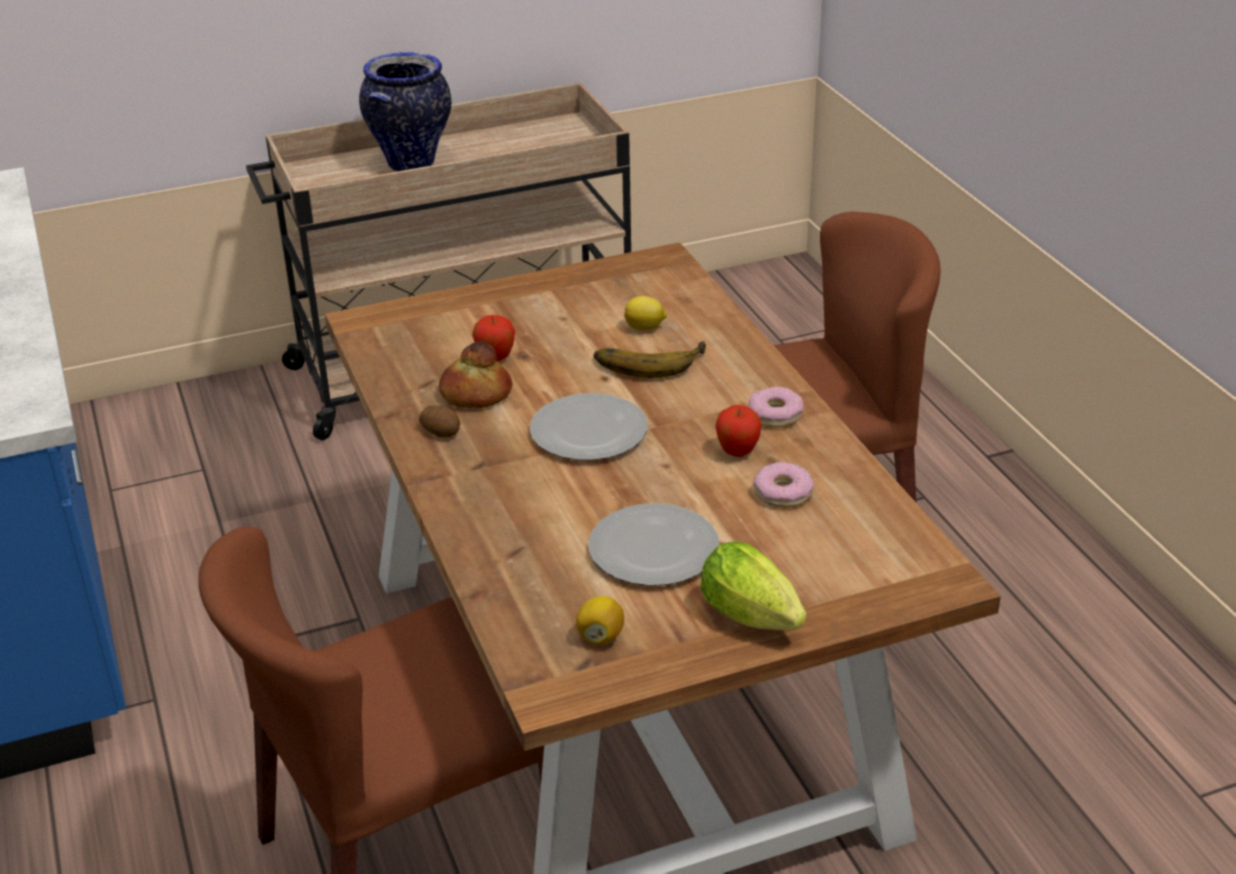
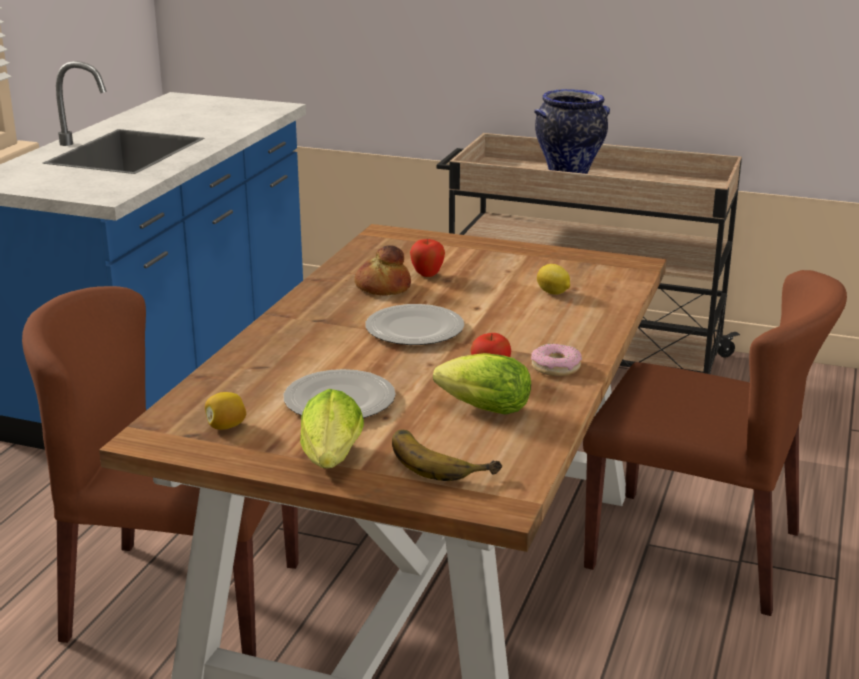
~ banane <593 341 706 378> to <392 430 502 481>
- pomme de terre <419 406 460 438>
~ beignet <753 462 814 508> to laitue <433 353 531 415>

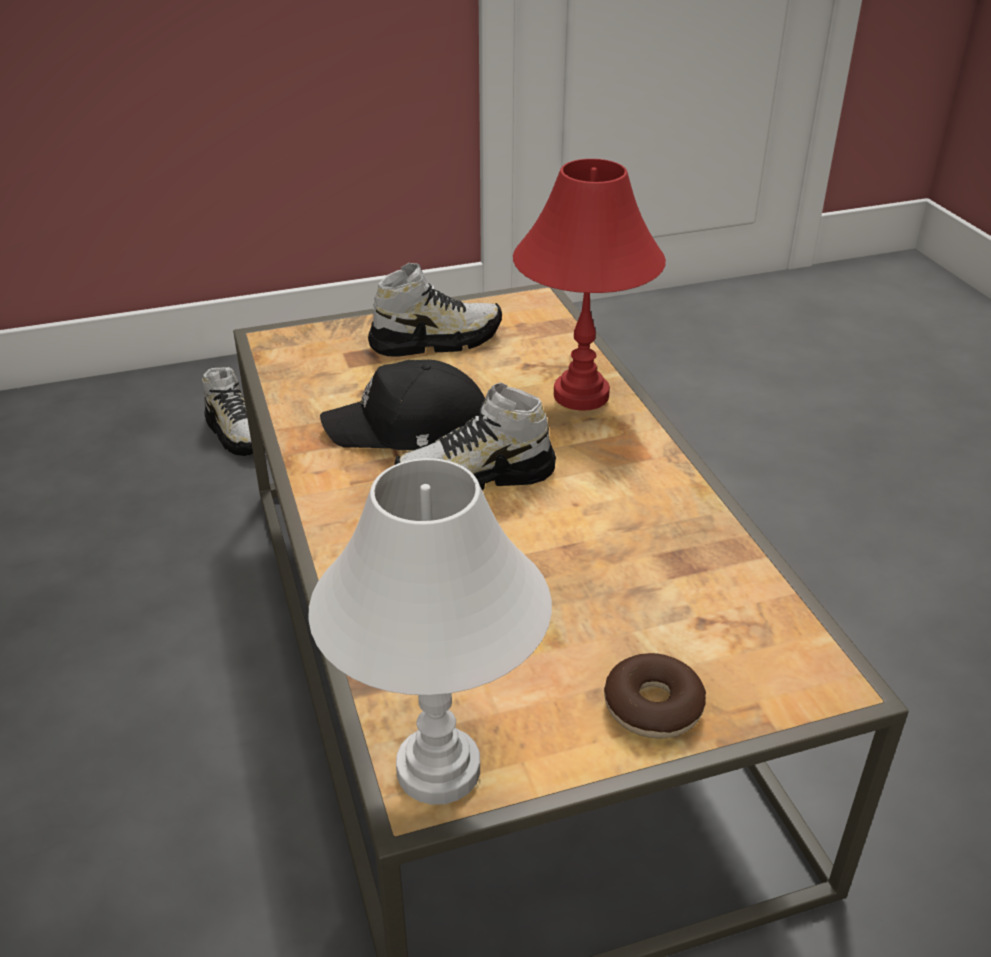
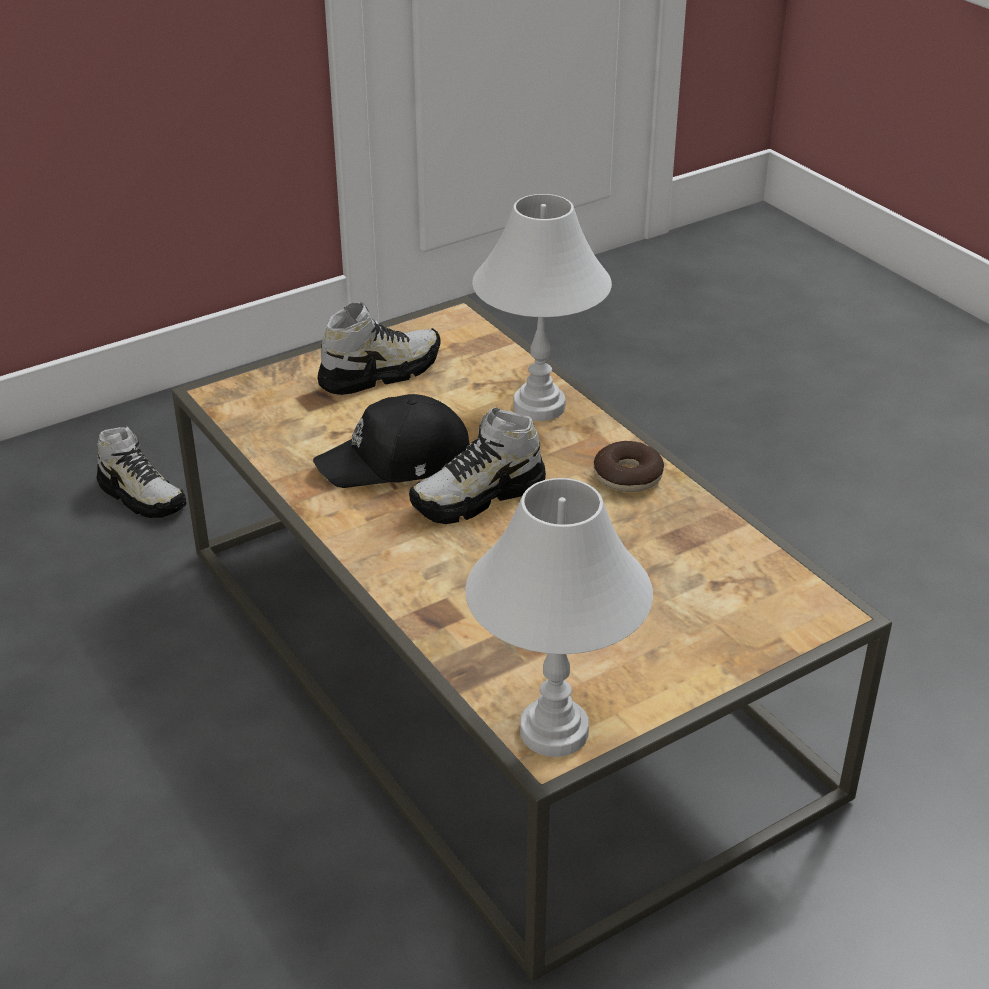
~ lampe de table/rouge <513 159 666 411> to lampe de table/blanc <472 194 612 421>
~ beignet <604 653 706 739> to <594 441 664 492>

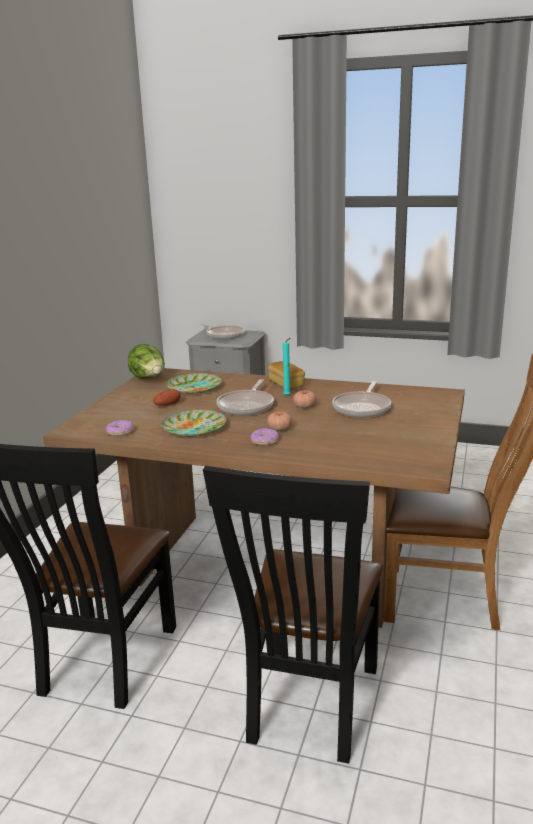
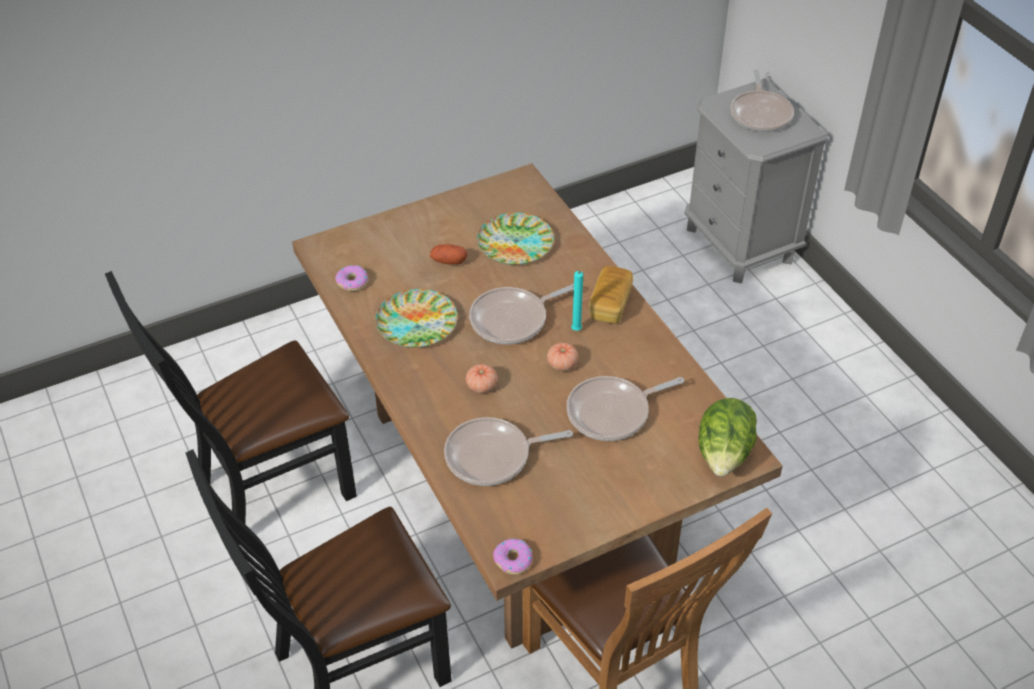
~ laitue <128 344 165 379> to <698 398 757 476>
~ beignet <251 428 279 445> to <493 539 533 575>
+ poêle <444 417 573 486>

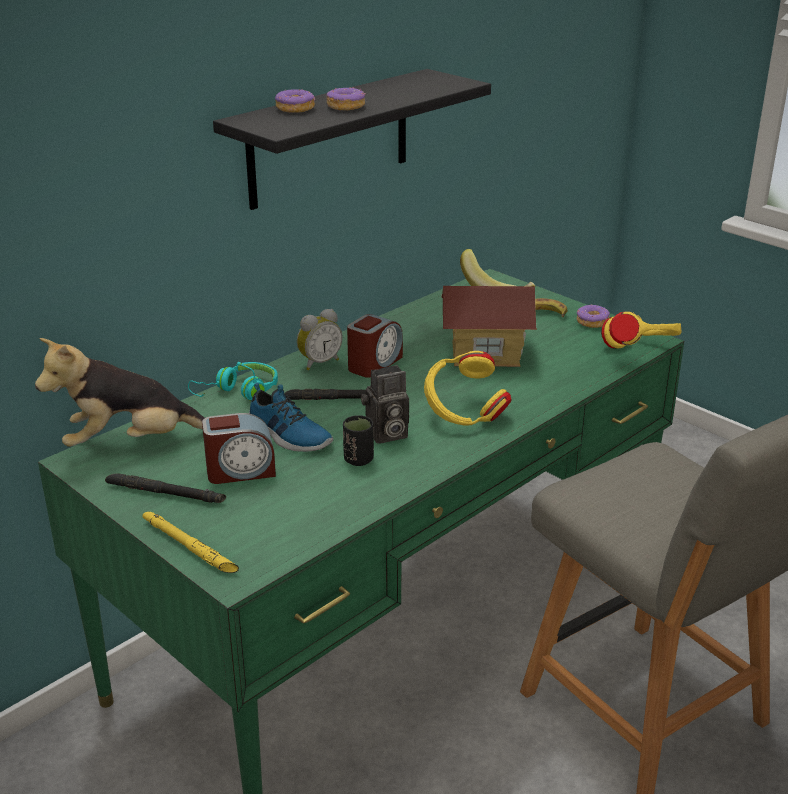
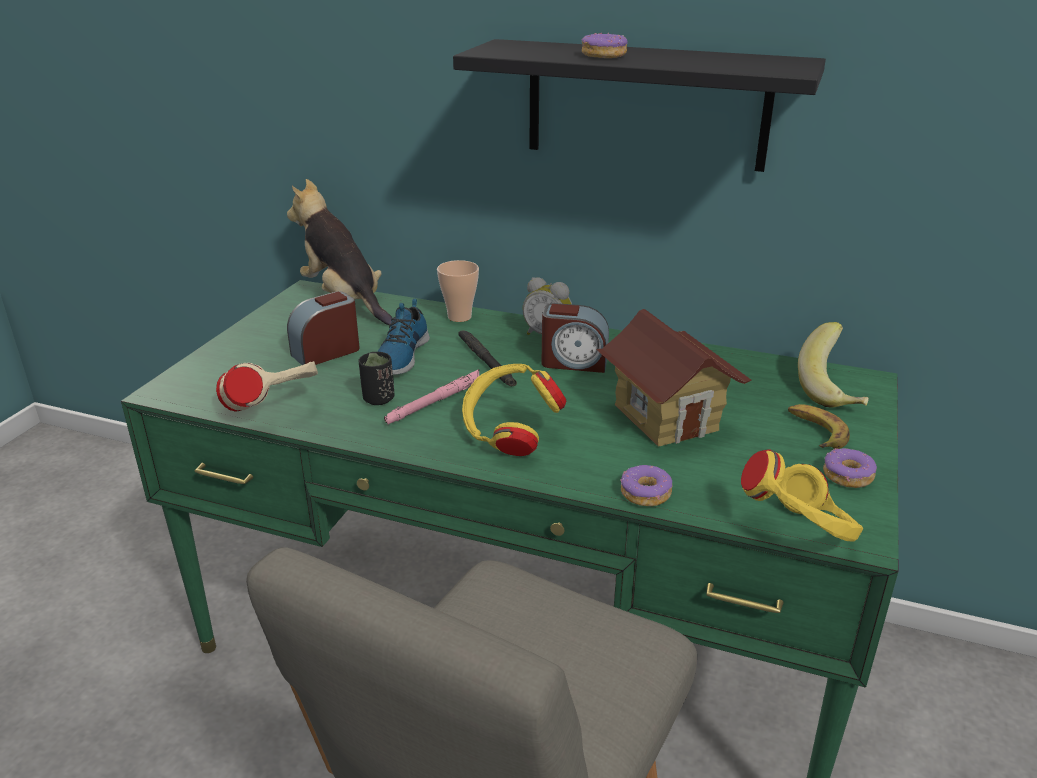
~ beignet <275 89 315 113> to <621 465 672 506>
~ casque audio/turquoise <188 362 278 401> to tasse <437 260 479 322>
~ appareil photo <361 365 409 444> to lampe de poche/rose <384 369 479 424>
~ réveil <202 413 276 484> = <287 291 360 365> 90 degrees clockwise
- lampe de poche/noir <105 473 226 503>
- lampe de poche/jaune <142 512 239 573>
+ casque audio/beige <216 361 318 412>

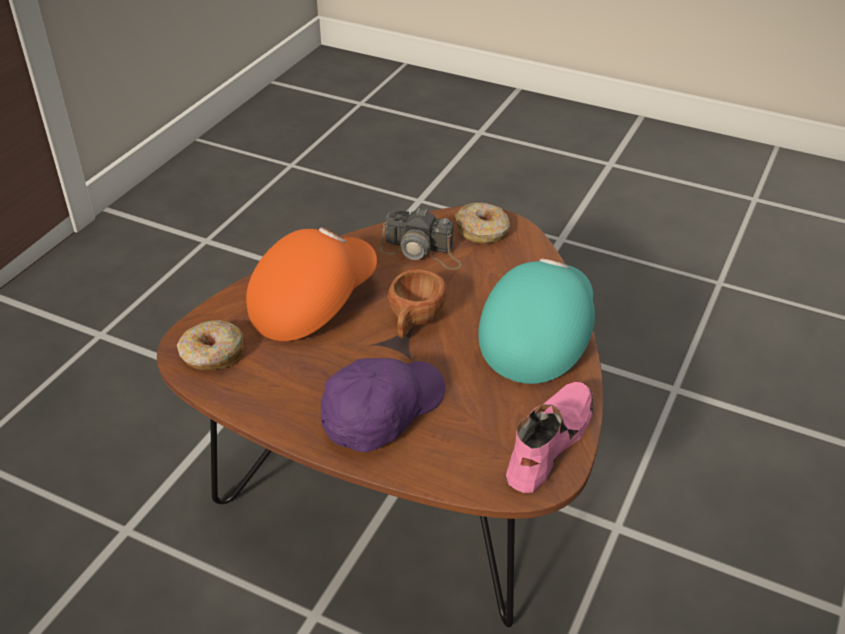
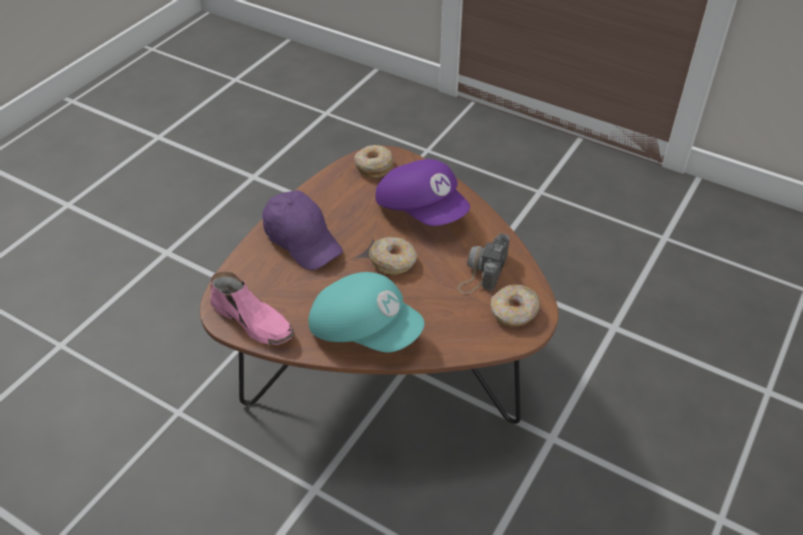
~ casquette/orange <246 227 377 341> to casquette/violet <375 159 470 226>
~ tasse/marron <388 269 447 338> to beignet <369 237 417 275>

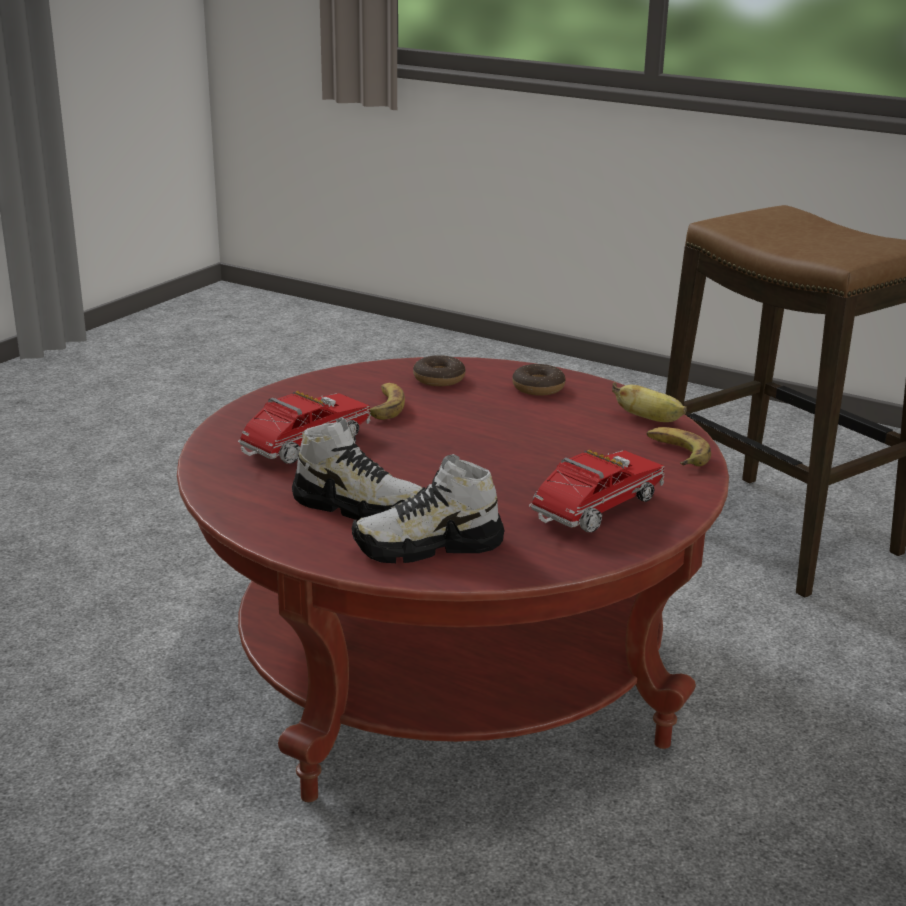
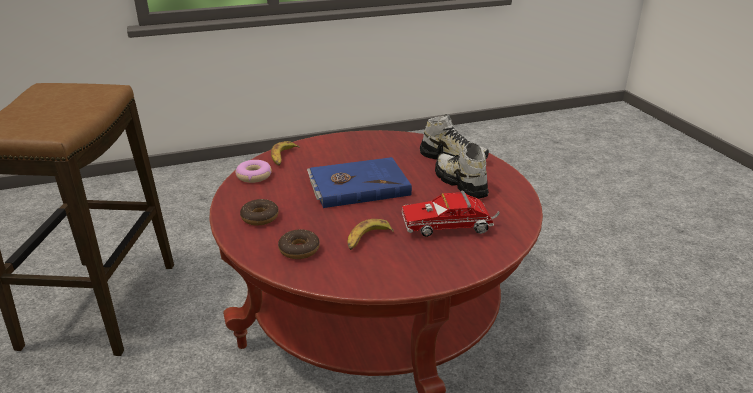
~ banane <612 382 687 422> to beignet <235 160 272 183>
- camion jouet <529 449 665 533>
+ livre/bleu <307 157 412 208>

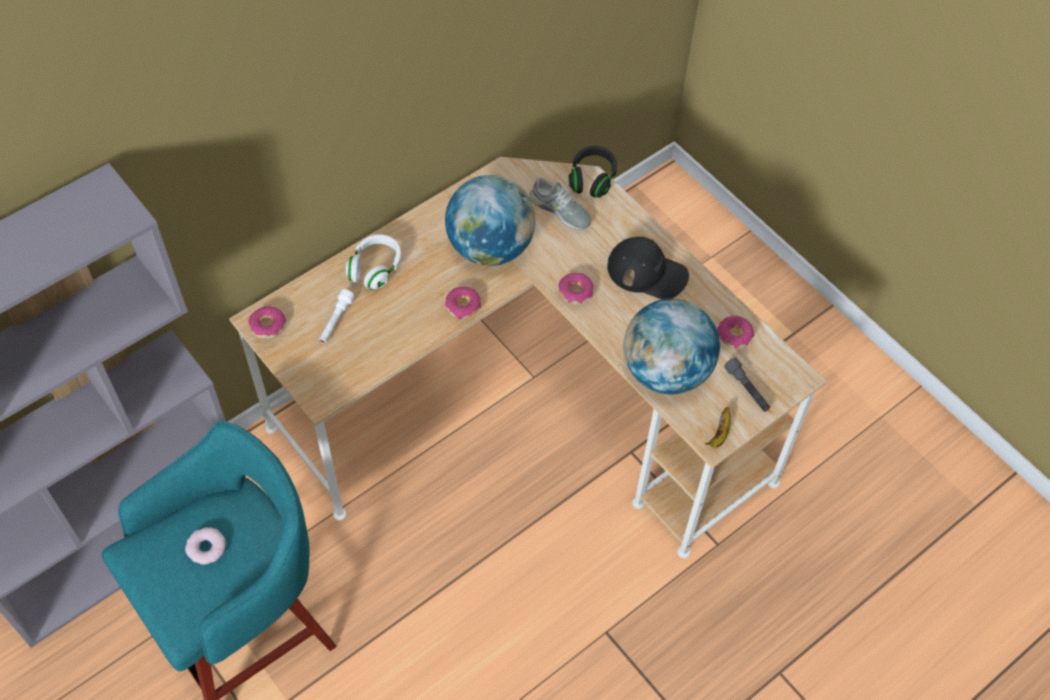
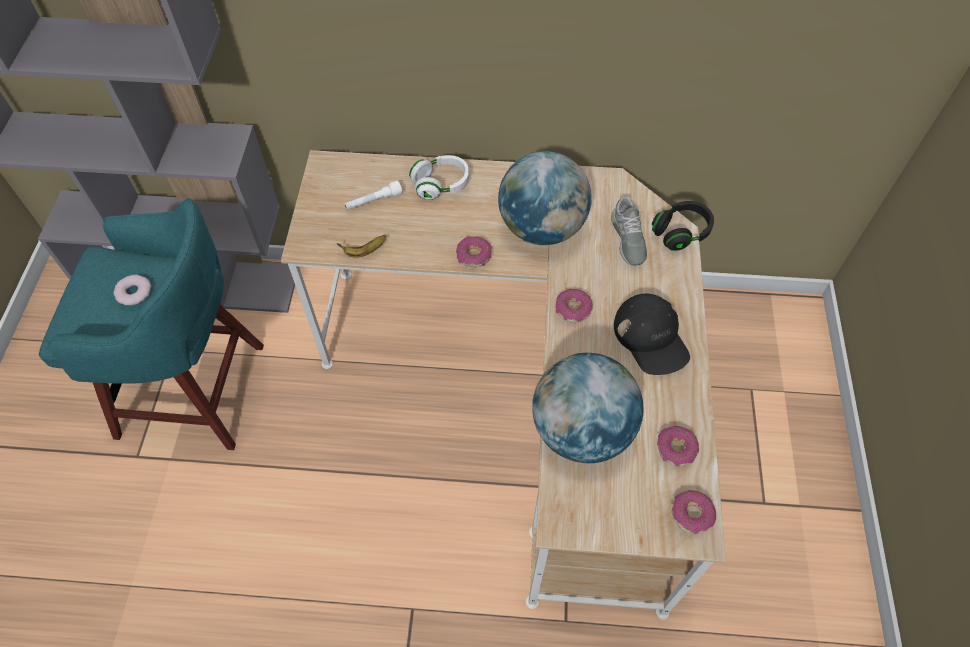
~ beignet <248 306 286 339> to <672 490 716 534>
- lampe de poche/gris <724 358 770 412>
~ banane <705 407 731 448> to <337 235 386 258>

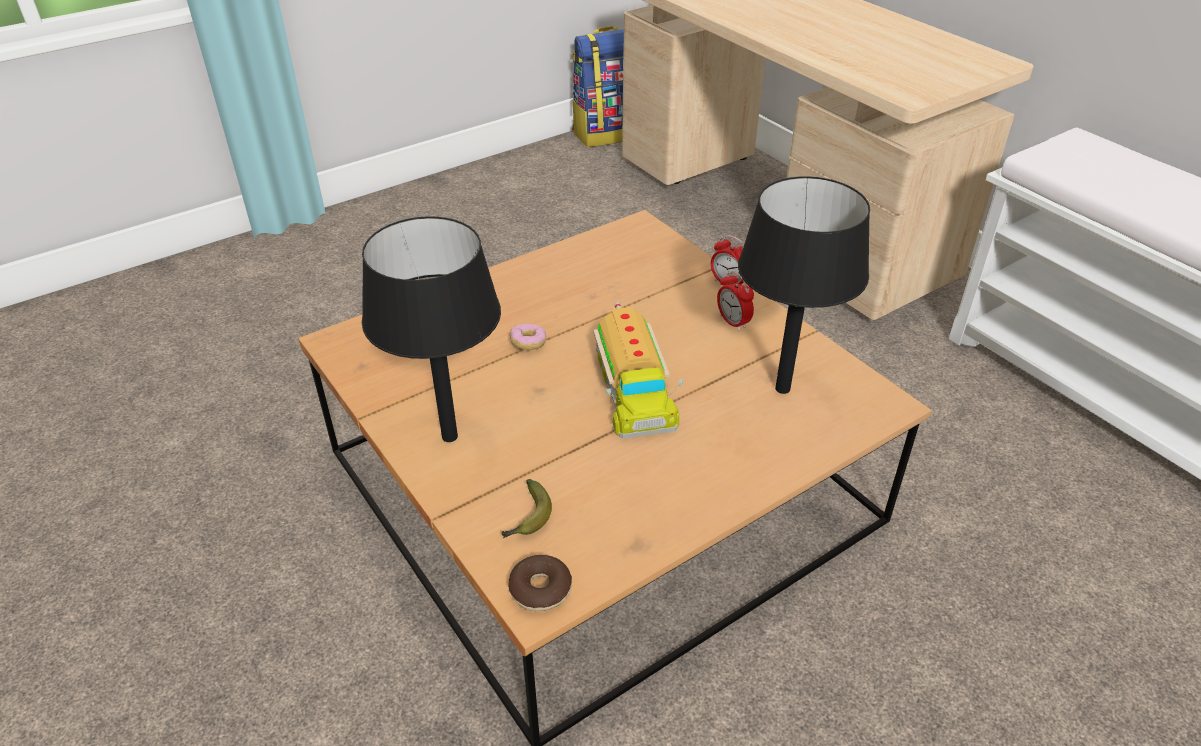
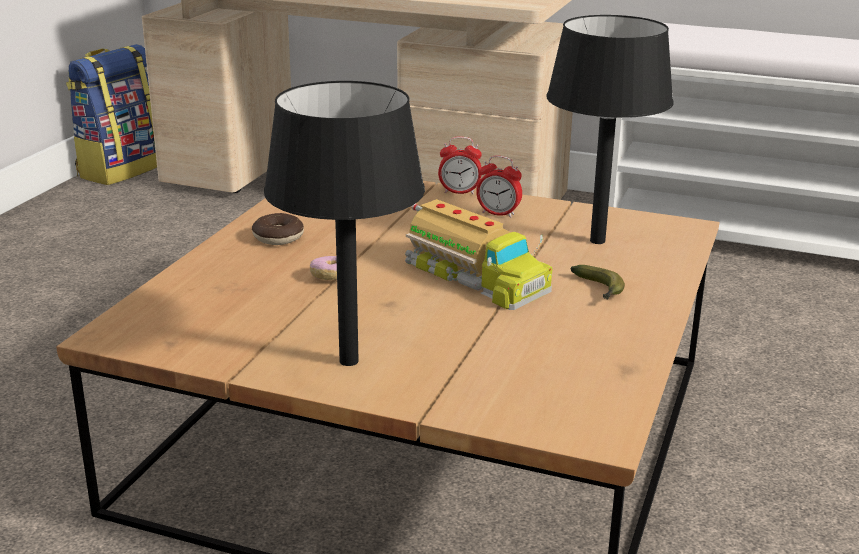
~ banane <502 479 552 538> to <570 265 625 300>
~ beignet <508 555 572 611> to <252 213 304 245>

